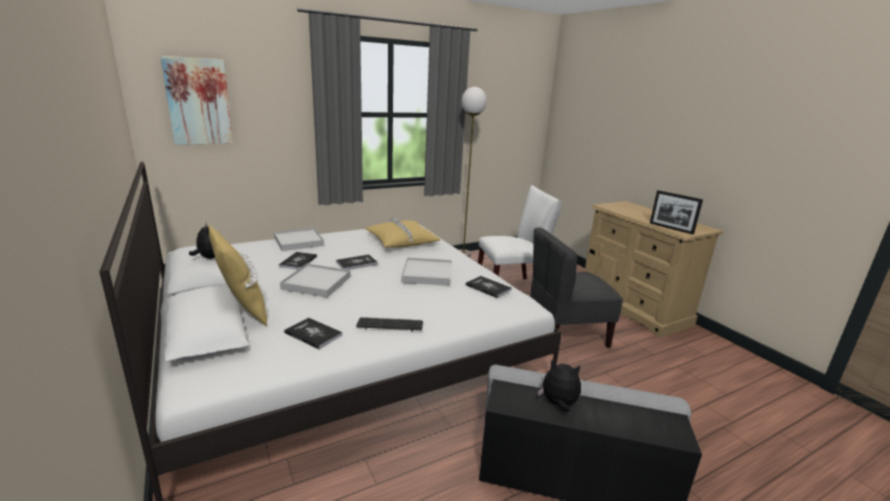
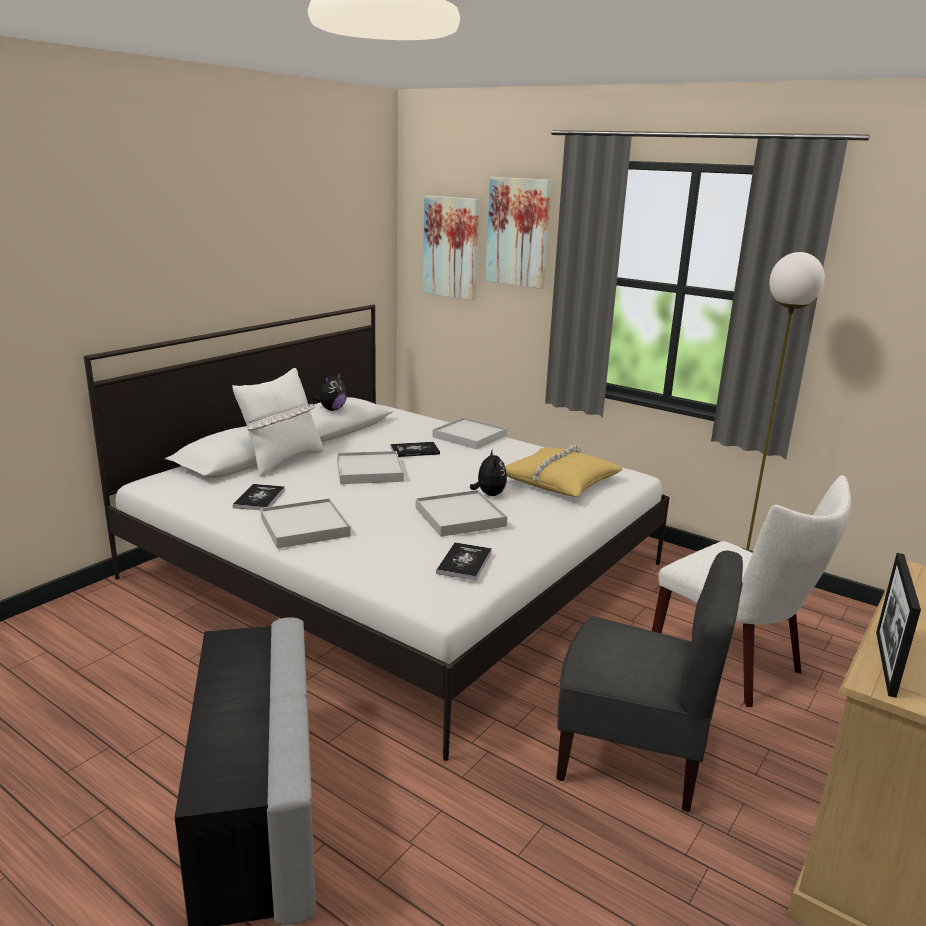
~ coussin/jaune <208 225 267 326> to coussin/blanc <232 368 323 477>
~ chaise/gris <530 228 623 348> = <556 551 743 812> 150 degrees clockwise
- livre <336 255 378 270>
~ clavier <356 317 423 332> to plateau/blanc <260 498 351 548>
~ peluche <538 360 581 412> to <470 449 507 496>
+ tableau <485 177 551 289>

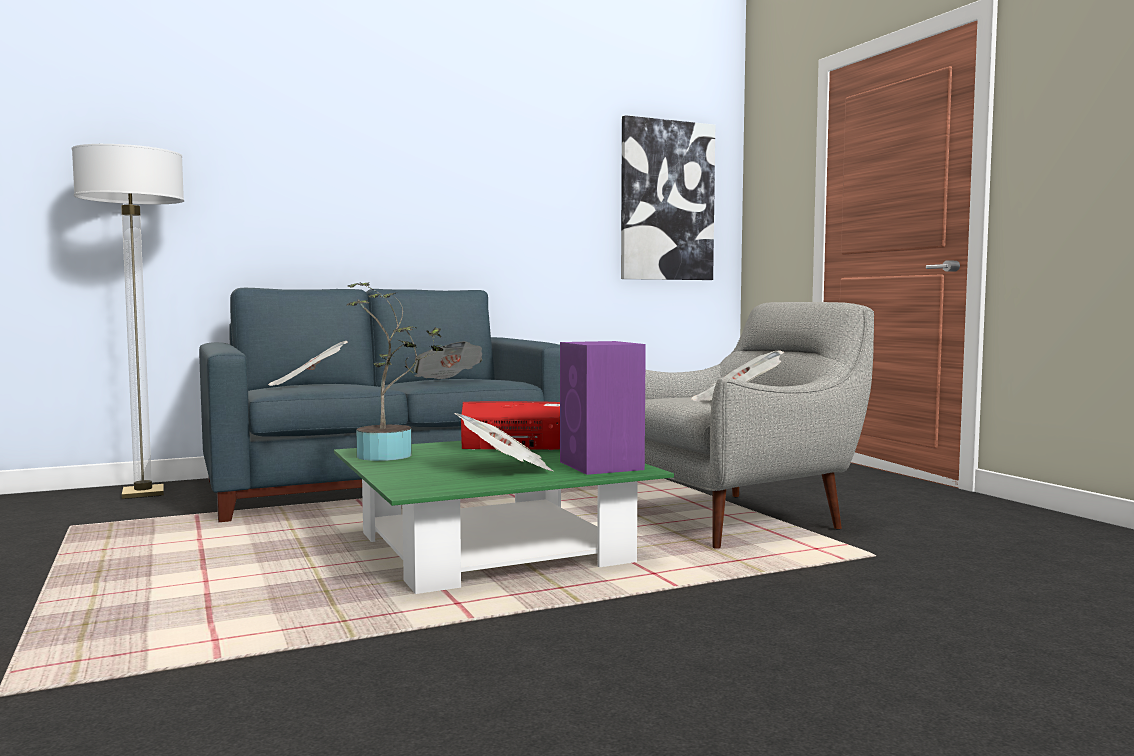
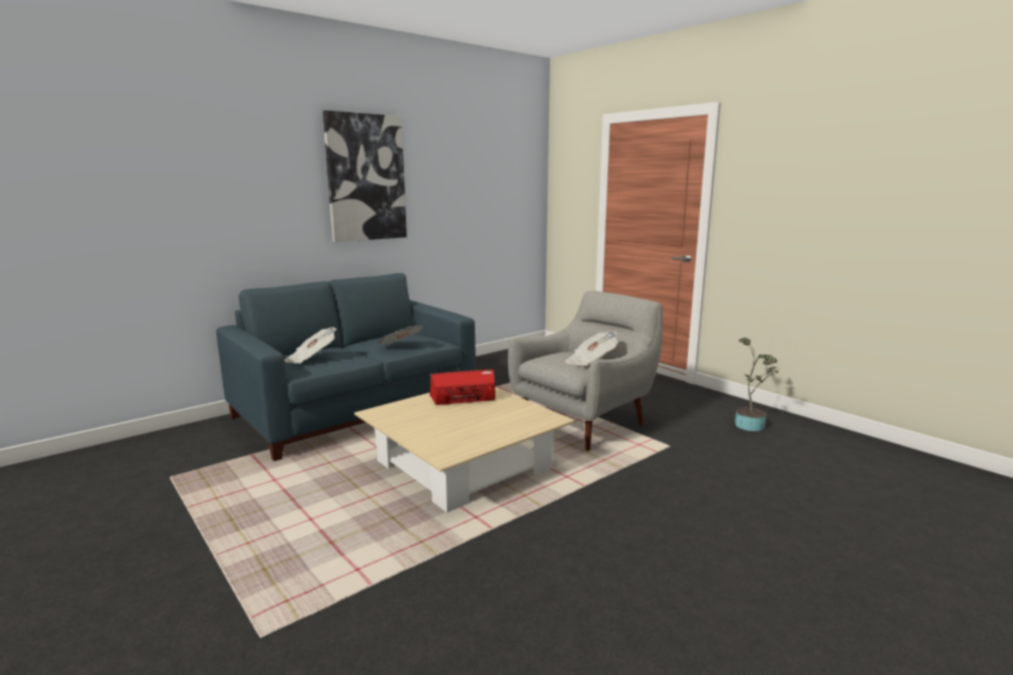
~ tableau <621 115 715 280> to <323 110 407 242>
- lampadaire <72 144 184 499>
~ plante en pot <346 282 446 461> to <735 338 779 431>
- enceinte/violet <560 341 646 475>
- journal <454 413 553 471>
~ table basse/vert <334 441 674 594> to table basse/beige <354 387 575 513>

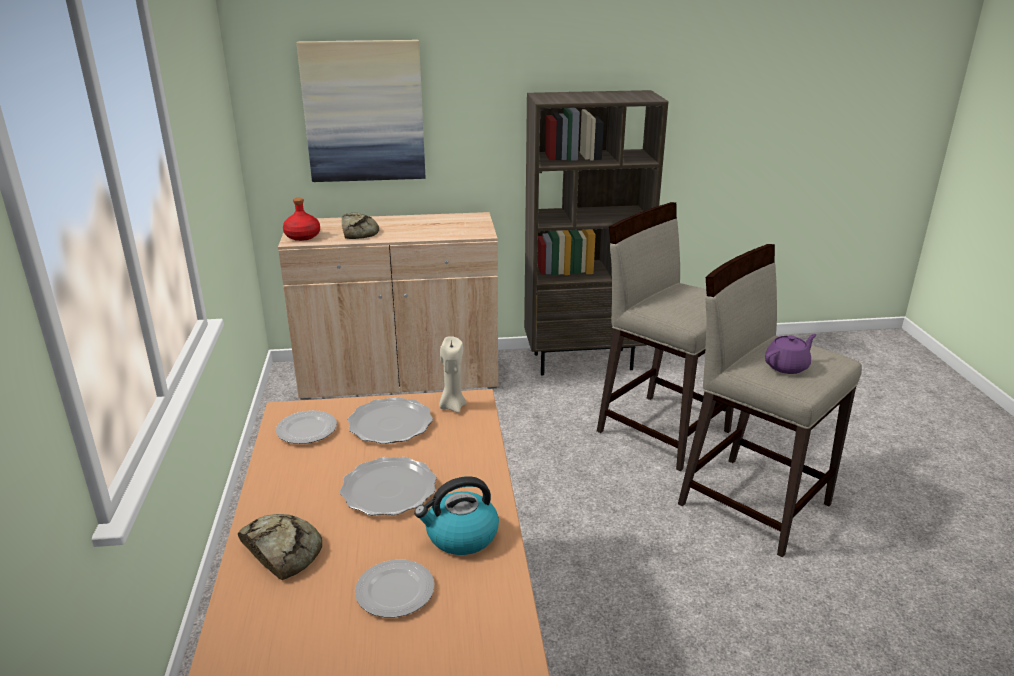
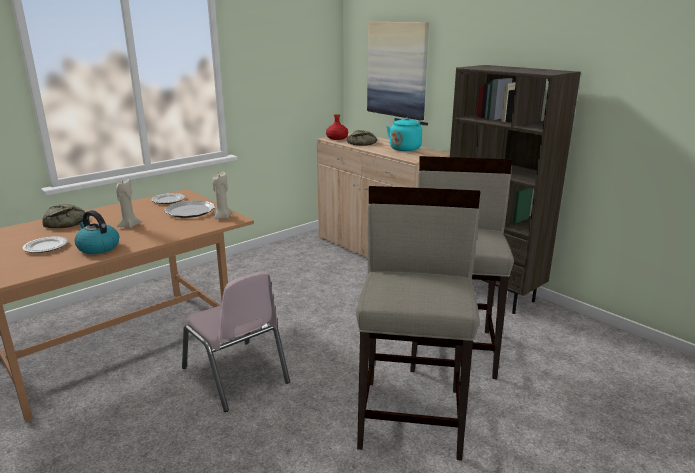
- théière/violet <765 334 817 374>
~ assiette <340 457 437 515> to bougie/beige <116 179 142 228>
+ bouilloire/turquoise <387 118 428 151>
+ chaise/rose <182 272 290 412>

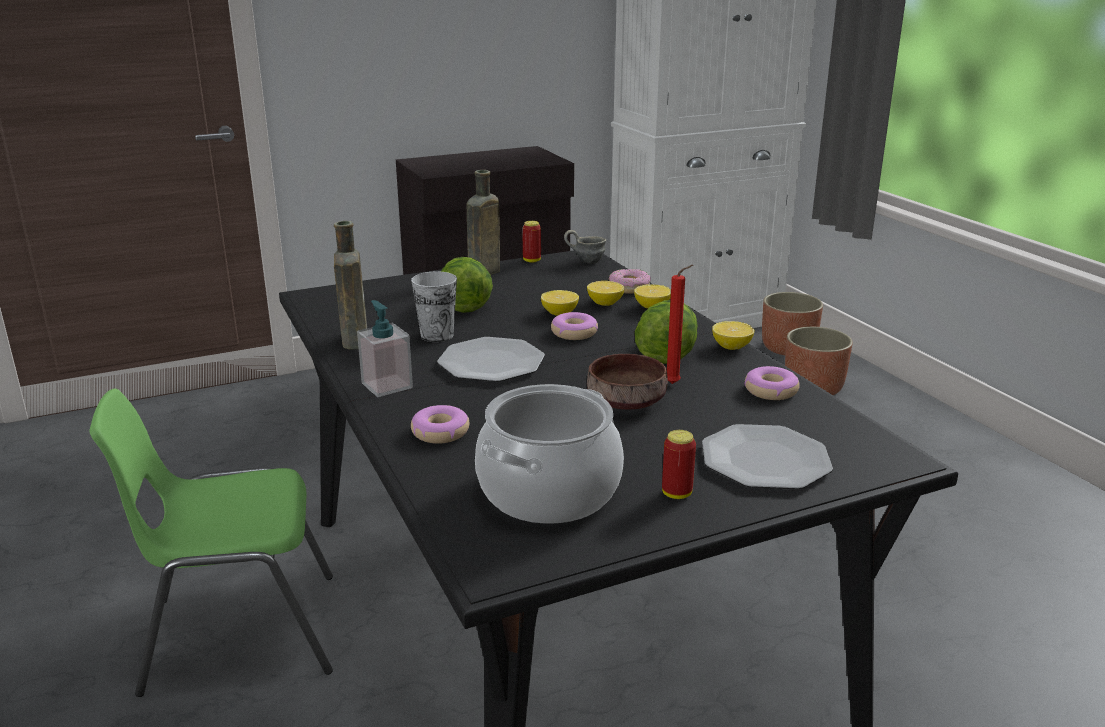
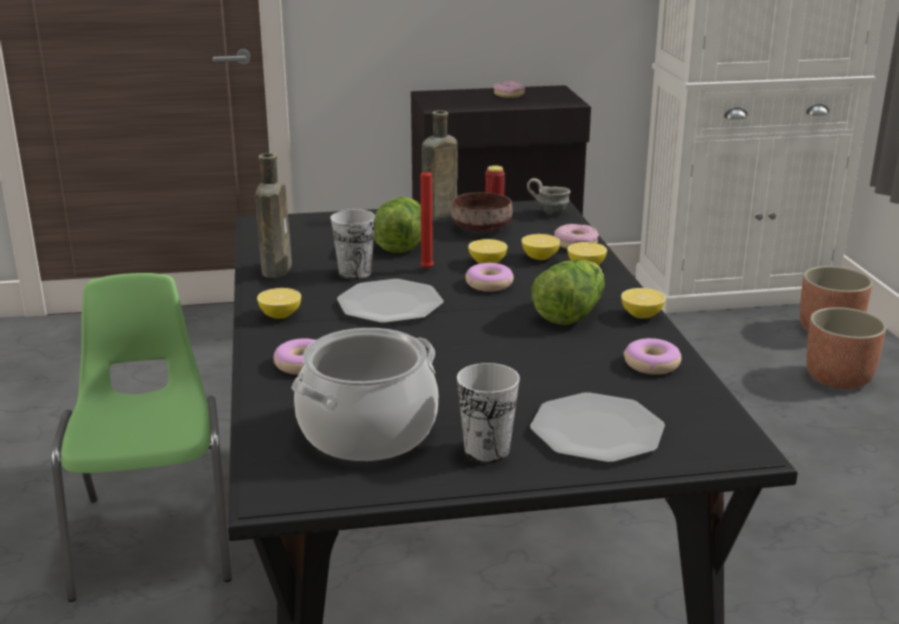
~ bougie/rouge <667 265 693 384> to <420 164 437 269>
~ distributeur de savon <357 300 413 397> to citron <257 288 301 319>
~ bol/marron <587 354 668 410> to <451 192 513 231>
~ chaise/vert <89 388 333 697> = <51 273 232 602> 75 degrees clockwise
~ boîte métallique <662 430 696 499> to tasse <457 363 520 463>
+ beignet <494 81 525 98>

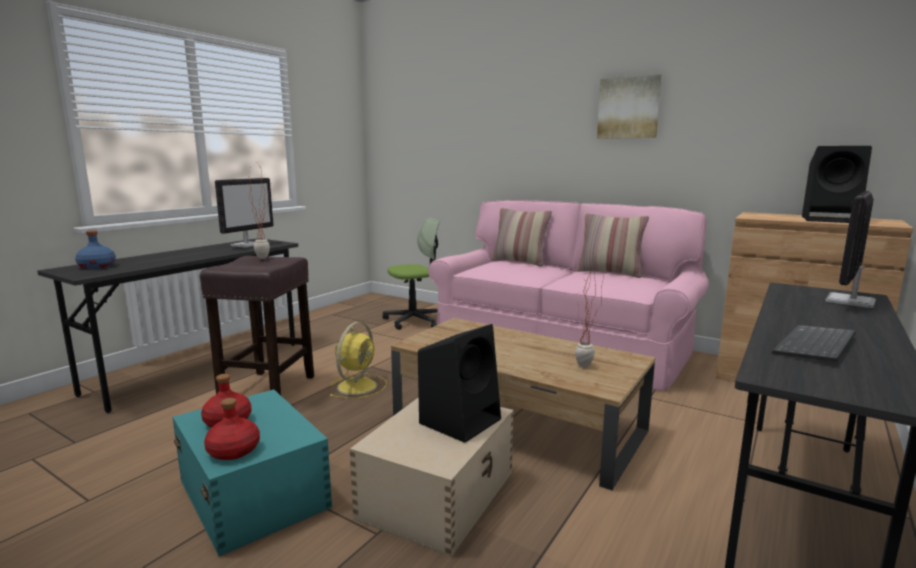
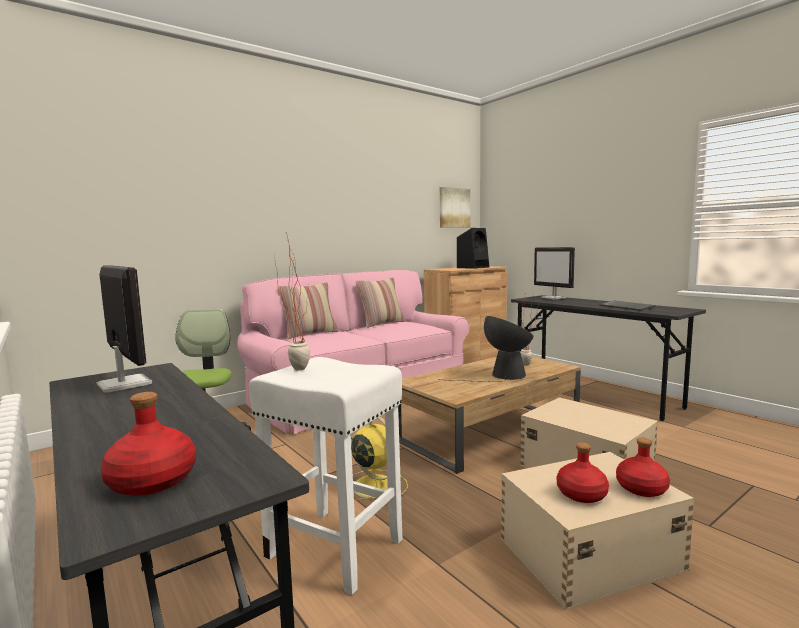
~ tableau <597 74 662 139> to <440 187 470 228>
~ bouteille/bleu <75 230 116 269> to bouteille/rouge <100 392 196 496>
~ tabouret/marron <200 256 314 395> to tabouret/blanc <249 357 402 595>
- enceinte/noir <418 324 501 443>
~ boîte de rangement/turquoise <172 389 332 557> to boîte de rangement/beige <501 452 694 610>
+ lampe de table <453 316 534 382>

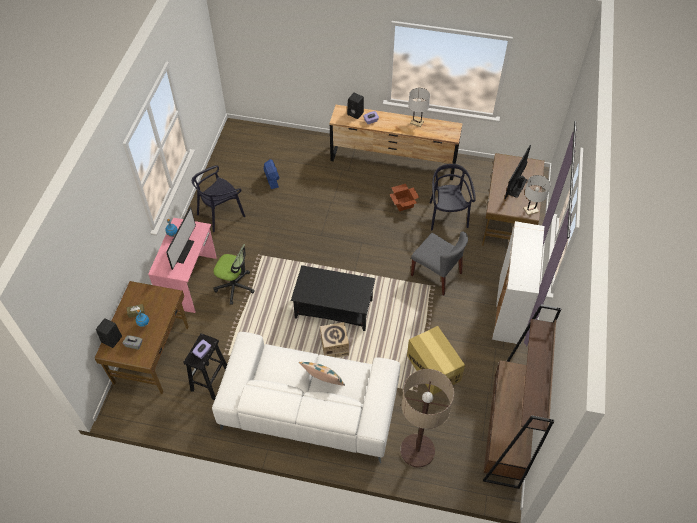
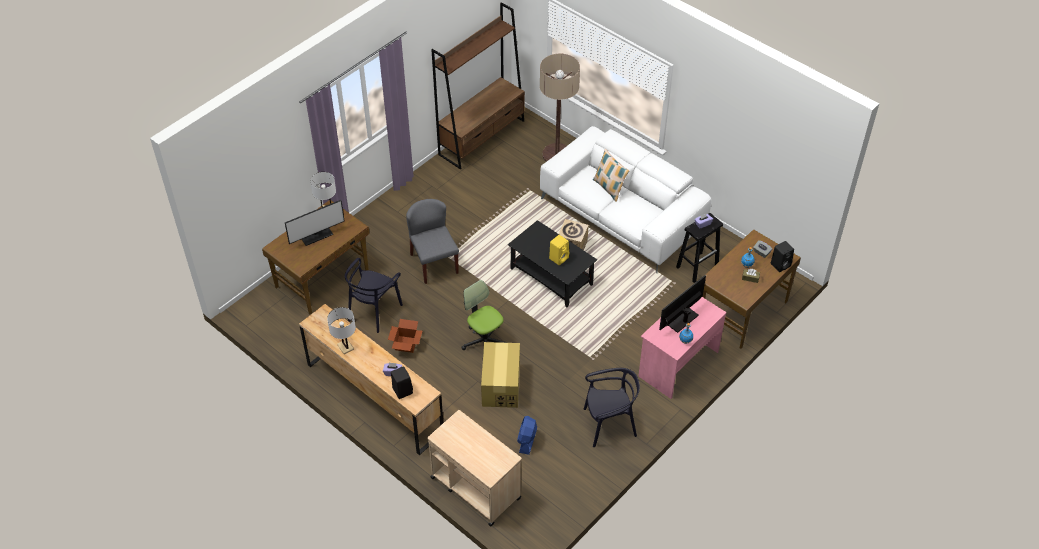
- meuble de rangement/blanc <492 221 544 344>
~ chaise de bureau <213 244 255 305> to <461 280 507 350>
~ carton <407 326 465 395> to <481 342 520 408>
+ enceinte/jaune <549 235 569 265>
+ chariot/beige <427 410 522 526>

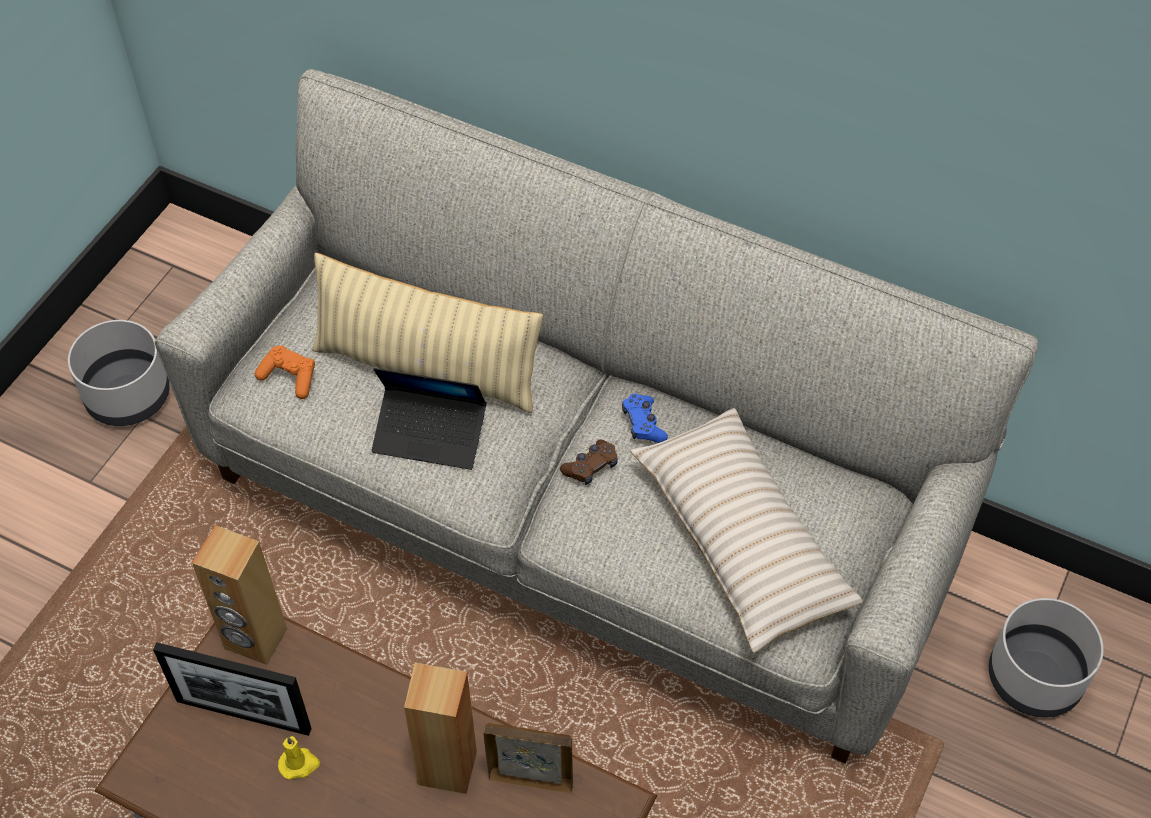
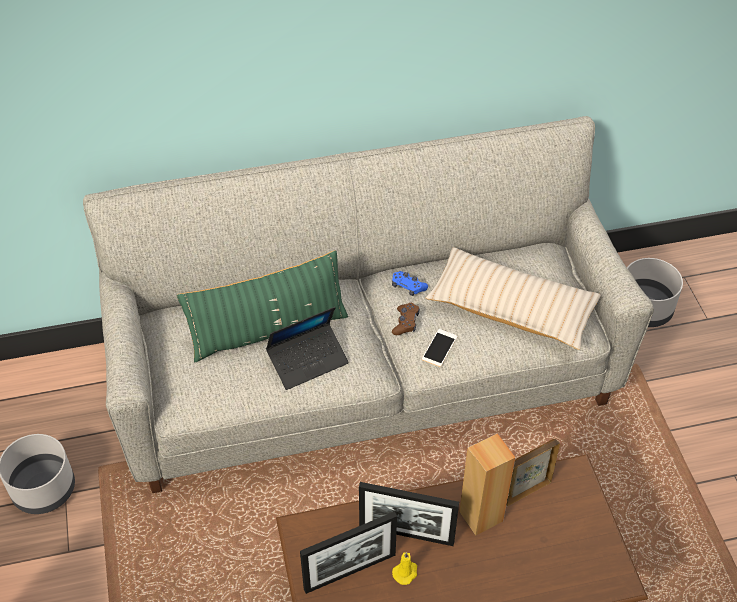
~ coussin/beige <312 253 543 413> to coussin/vert <177 250 348 362>
- manette/orange <255 346 315 399>
- enceinte/marron <192 525 287 665>
+ téléphone <422 329 458 367>
+ cadre photo <359 482 459 546>

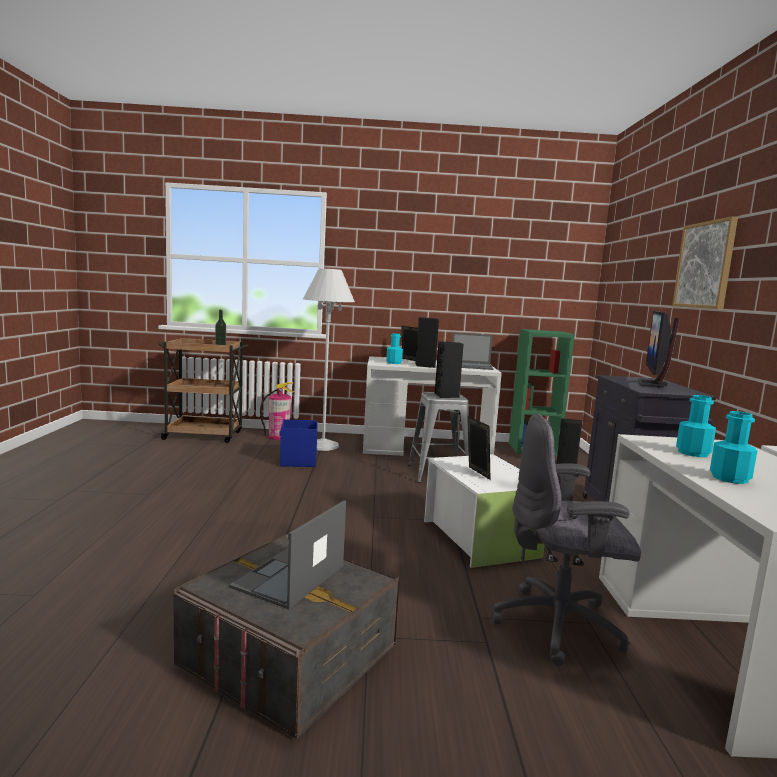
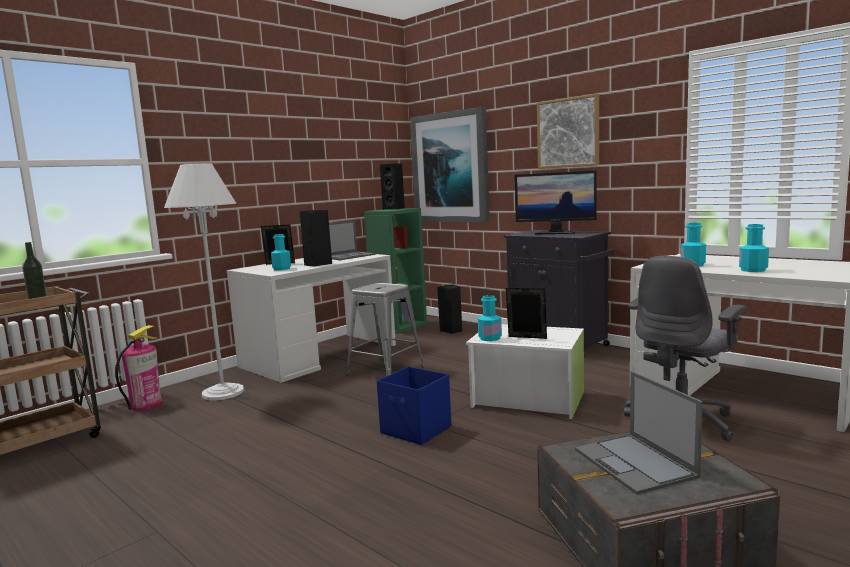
~ écran d'ordinateur <638 311 680 388> = <515 171 597 234> 45 degrees counterclockwise
~ enceinte/noir <435 341 464 398> to <380 163 405 210>
~ boîte de rangement/bleu <279 419 318 467> to <377 366 451 445>
+ tableau <410 107 490 222>
+ bouteille/turquoise <478 295 502 341>

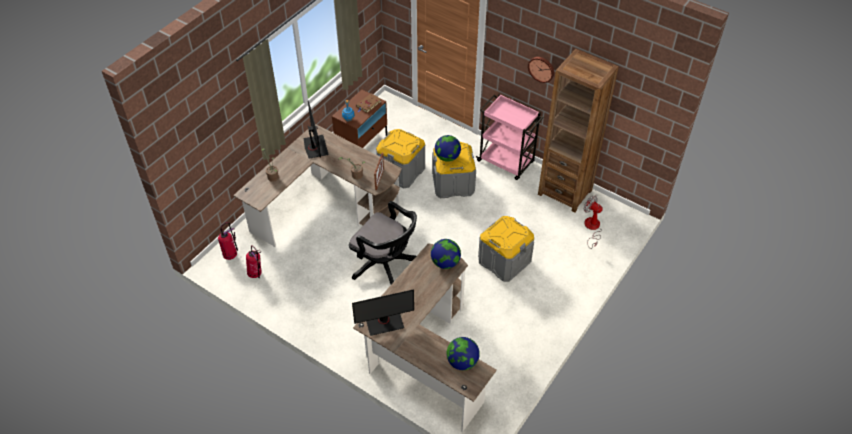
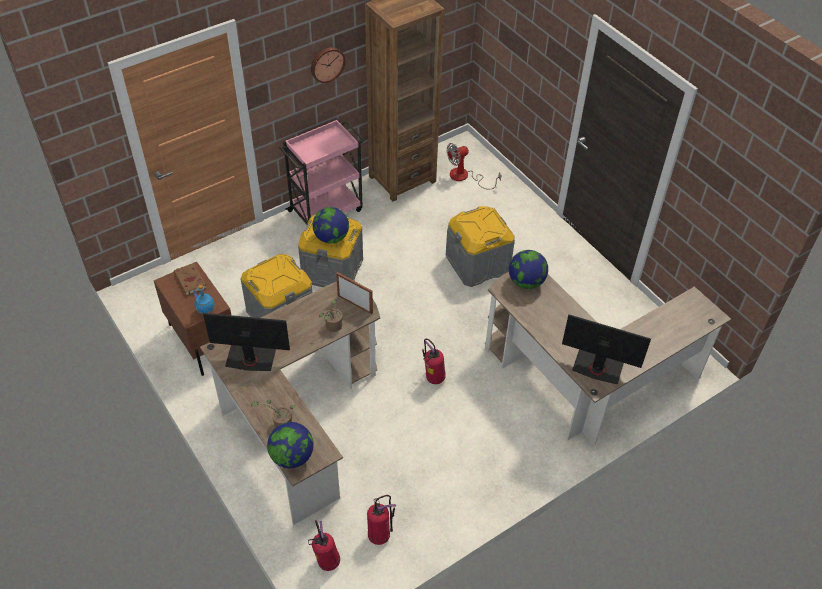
~ chaise de bureau/noir <349 201 417 287> to extincteur <422 339 446 384>
~ écran d'ordinateur <352 289 414 336> = <562 314 651 384> 75 degrees counterclockwise
~ globe <446 337 480 370> to <267 422 314 468>

